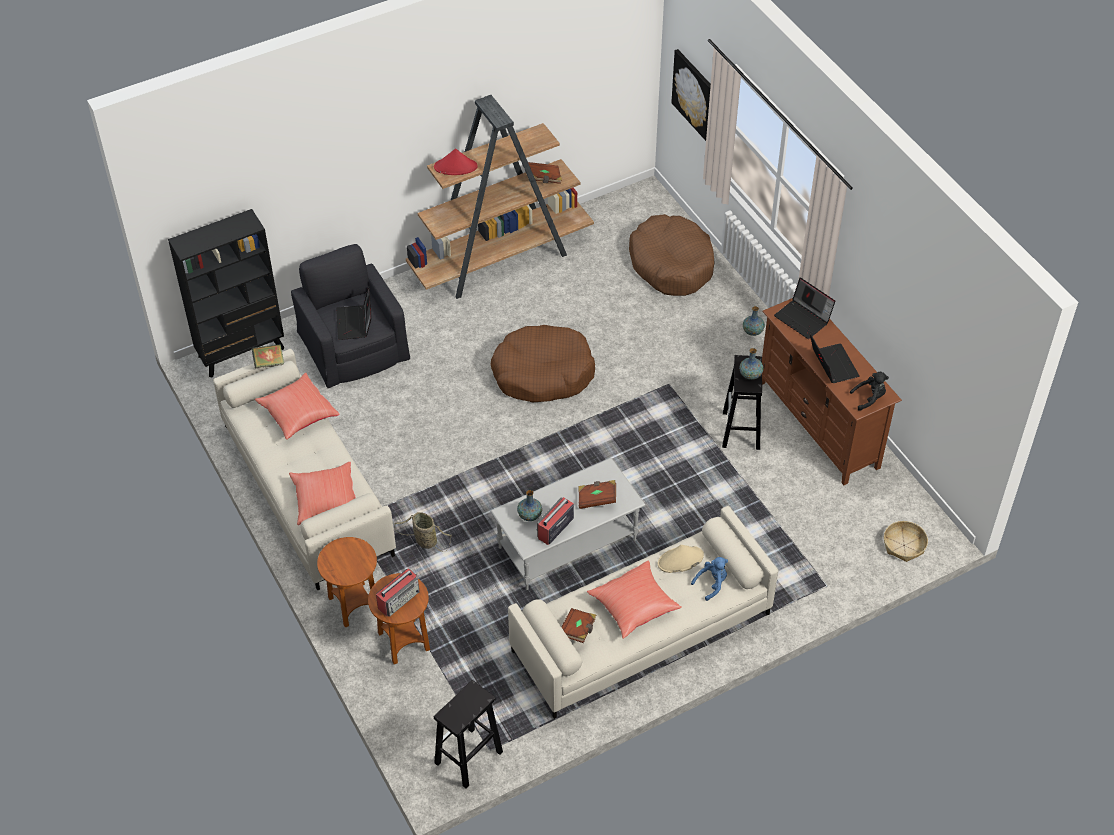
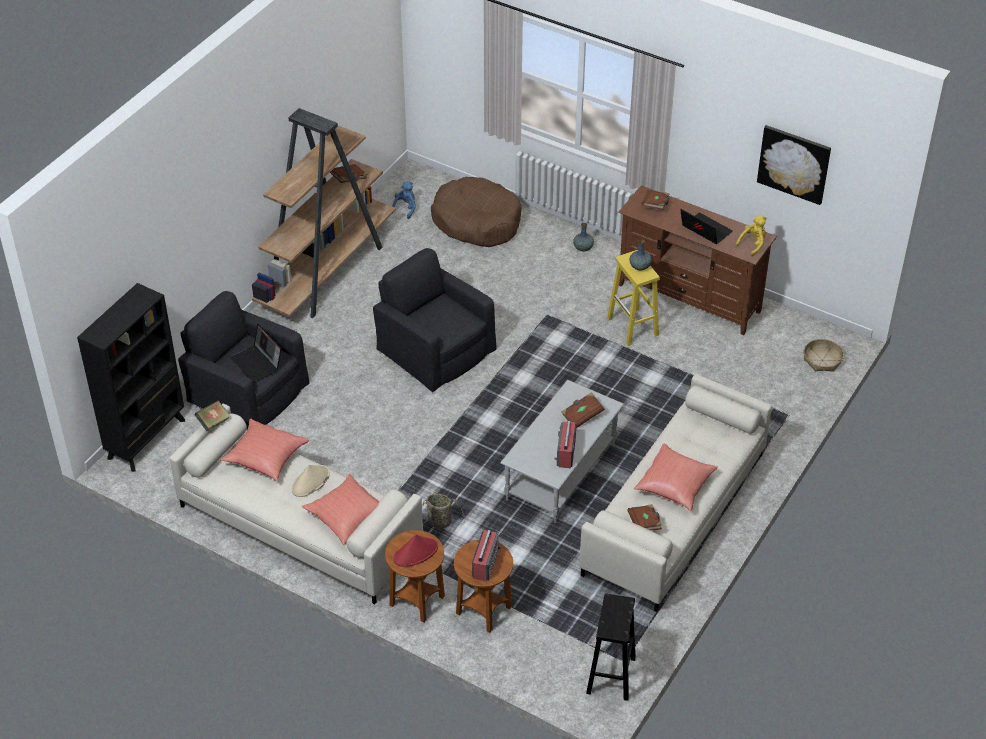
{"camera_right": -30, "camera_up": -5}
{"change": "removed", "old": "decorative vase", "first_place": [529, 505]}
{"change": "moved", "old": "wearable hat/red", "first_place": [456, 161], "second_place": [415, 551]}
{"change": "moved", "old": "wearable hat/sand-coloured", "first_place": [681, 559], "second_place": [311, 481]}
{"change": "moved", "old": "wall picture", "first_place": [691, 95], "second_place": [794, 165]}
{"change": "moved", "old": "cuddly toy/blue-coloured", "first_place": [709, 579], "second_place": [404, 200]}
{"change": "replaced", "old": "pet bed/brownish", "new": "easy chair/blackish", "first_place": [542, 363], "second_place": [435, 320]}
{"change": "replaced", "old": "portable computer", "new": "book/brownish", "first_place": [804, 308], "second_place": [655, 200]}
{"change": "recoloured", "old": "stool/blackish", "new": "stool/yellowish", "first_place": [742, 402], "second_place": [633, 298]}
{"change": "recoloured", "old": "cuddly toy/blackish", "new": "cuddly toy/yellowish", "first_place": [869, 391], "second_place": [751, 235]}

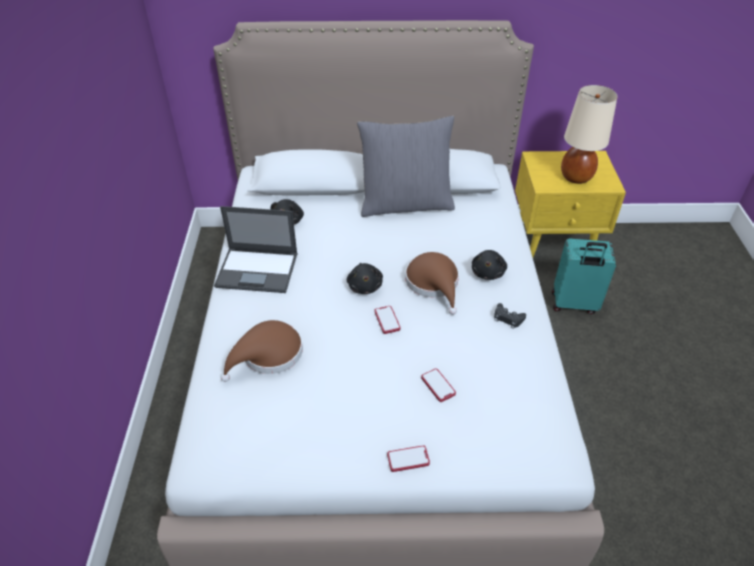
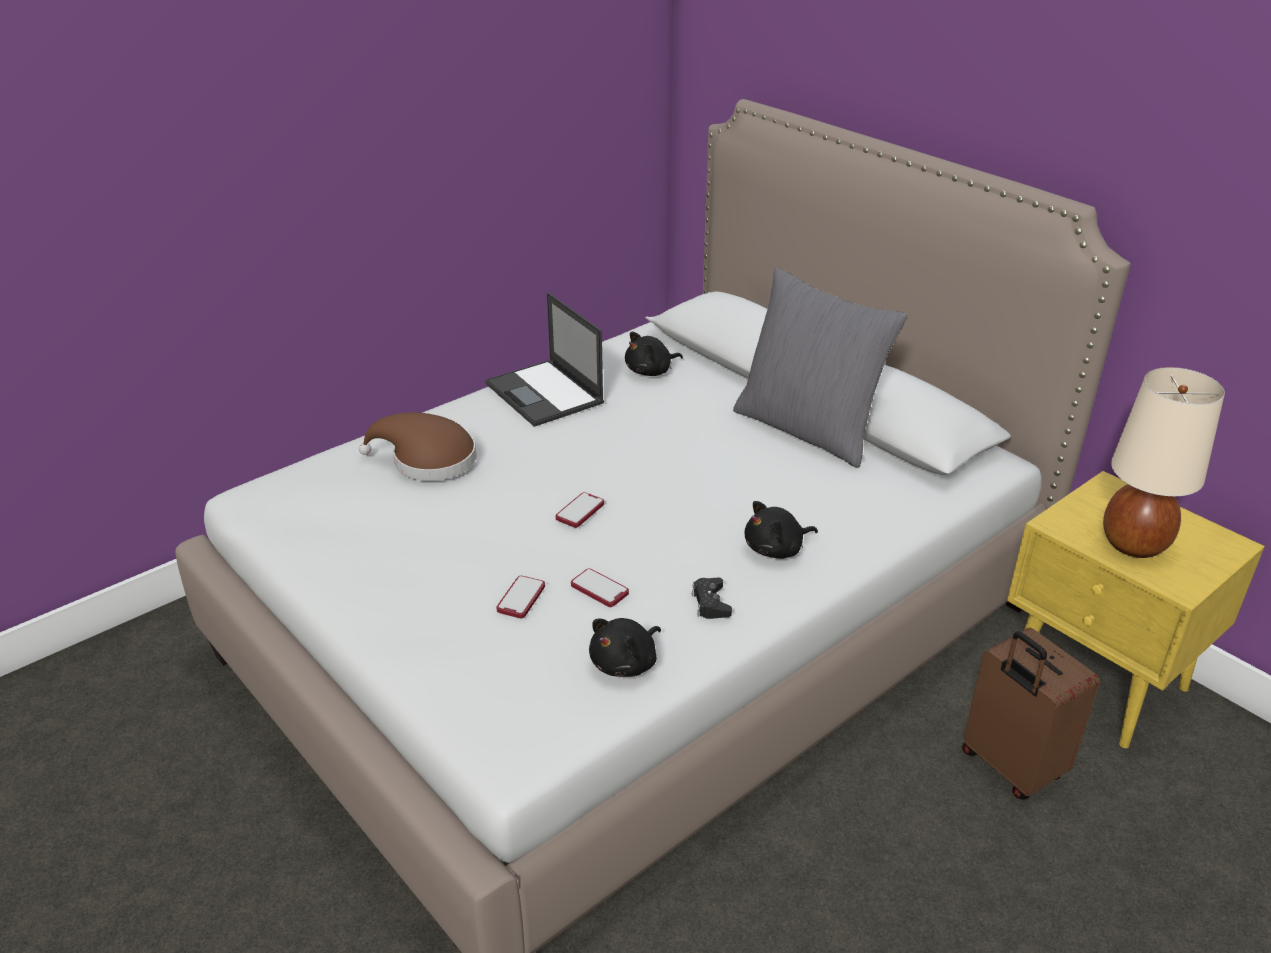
{"camera_right": 50, "camera_up": -10}
{"change": "removed", "old": "wearable hat/brownish", "first_place": [432, 283]}
{"change": "moved", "old": "cuddly toy/blackish", "first_place": [365, 278], "second_place": [625, 647]}
{"change": "moved", "old": "phone", "first_place": [408, 458], "second_place": [600, 587]}
{"change": "recoloured", "old": "travel case/turquoise-coloured", "new": "travel case/brownish", "first_place": [584, 276], "second_place": [1031, 714]}

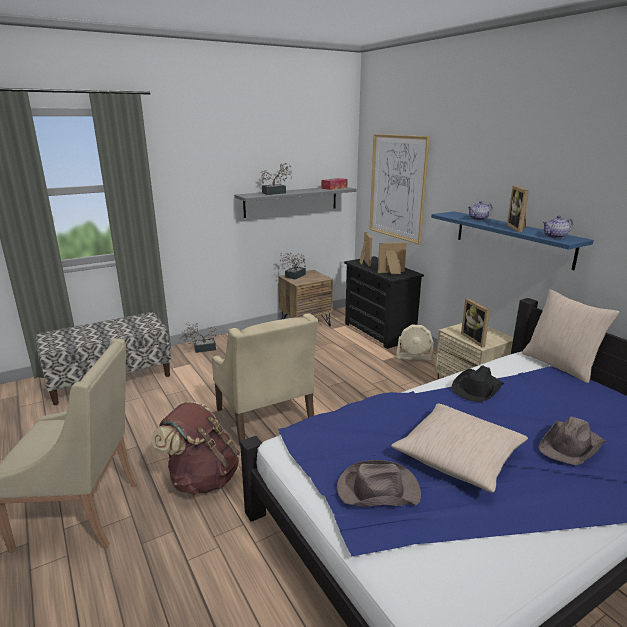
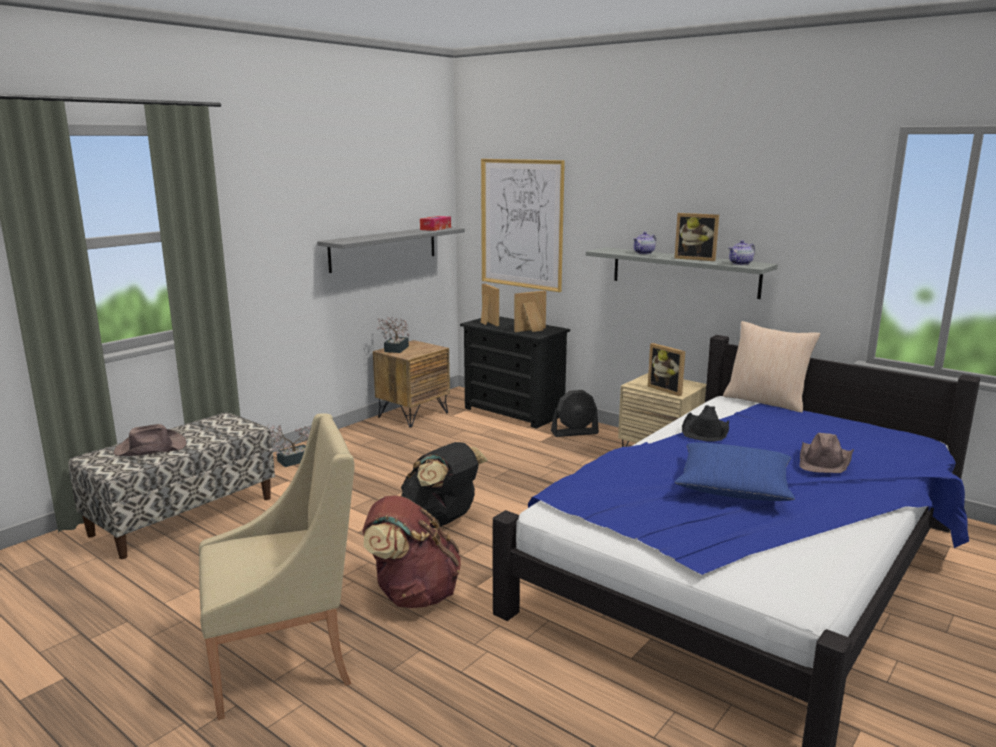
{"camera_right": -20, "camera_up": -5}
{"change": "removed", "old": "potted plant", "first_place": [275, 179]}
{"change": "moved", "old": "wearable hat/brownish", "first_place": [379, 483], "second_place": [150, 440]}
{"change": "replaced", "old": "easy chair/sand-coloured", "new": "backpack/blackish", "first_place": [265, 379], "second_place": [444, 485]}
{"change": "recoloured", "old": "pillow/sand-coloured", "new": "pillow/blue-coloured", "first_place": [459, 448], "second_place": [735, 471]}
{"change": "recoloured", "old": "cooling fan/sand-coloured", "new": "cooling fan/blackish", "first_place": [414, 343], "second_place": [575, 413]}
{"change": "recoloured", "old": "wall shelf/blue-coloured", "new": "wall shelf/greyish", "first_place": [512, 240], "second_place": [682, 273]}
{"change": "turned", "old": "photo frame", "first_place": [518, 208], "second_place": [696, 237], "degrees": -45}

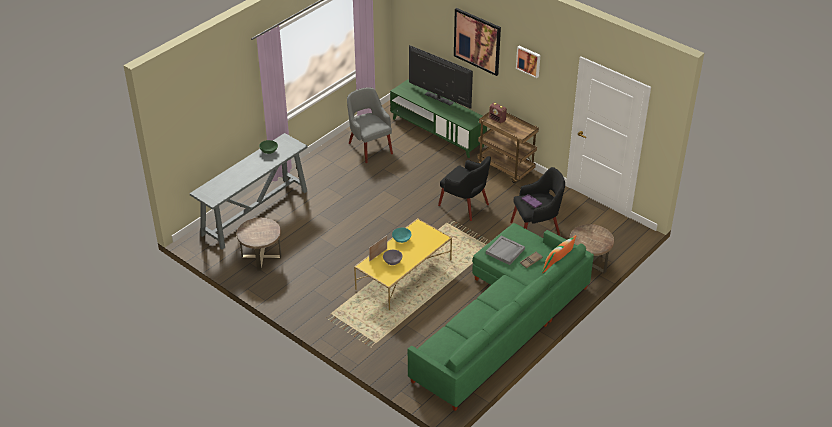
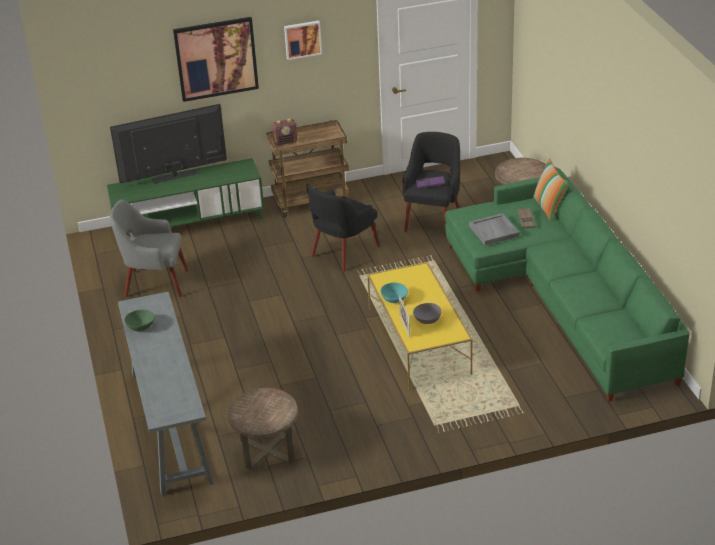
{"camera_right": -55, "camera_up": -5}
{"change": "turned", "old": "easy chair/blackish", "first_place": [464, 188], "second_place": [343, 228], "degrees": 150}

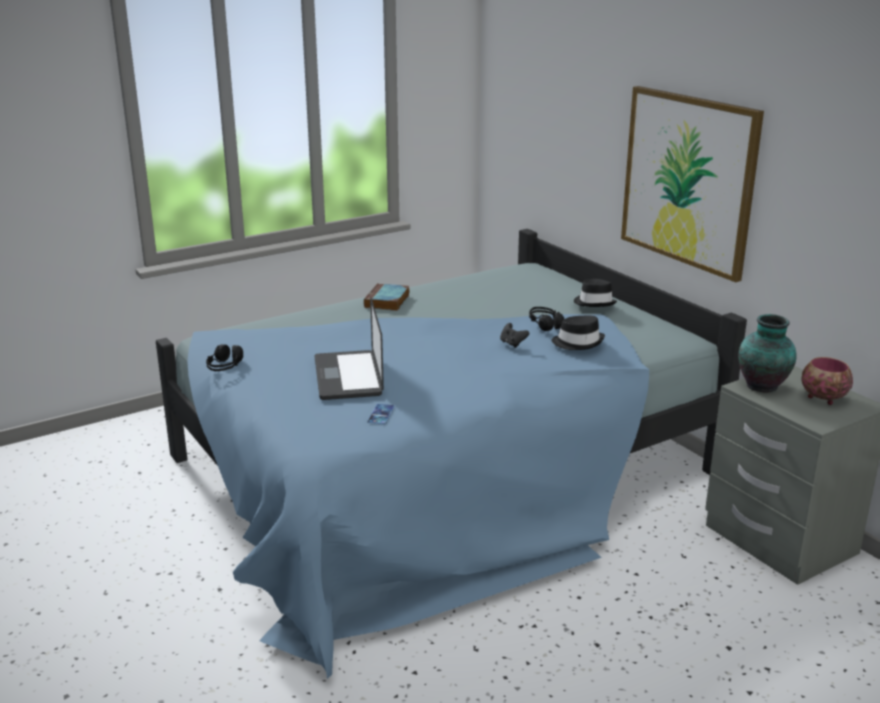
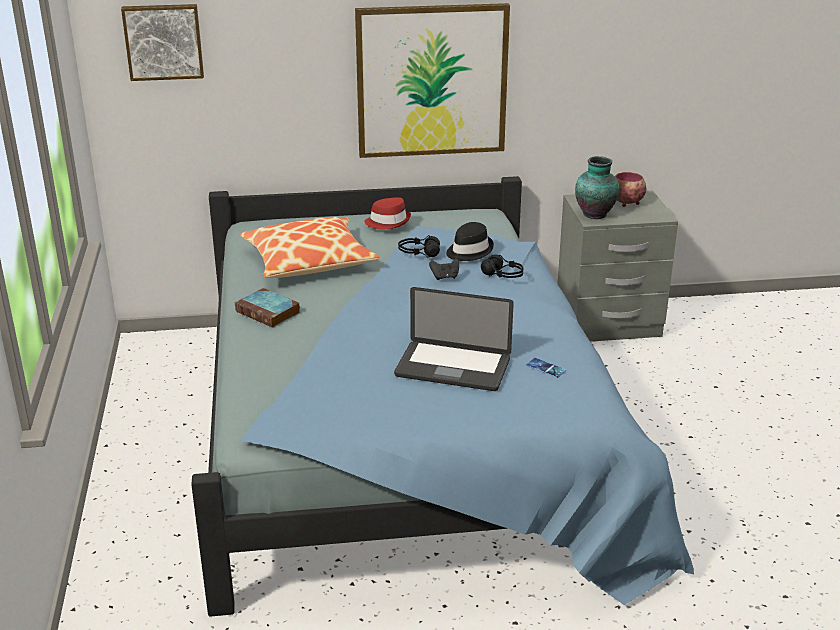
{"camera_right": -65, "camera_up": 5}
{"change": "added", "new": "wall picture", "second_place": [162, 42]}
{"change": "added", "new": "pillow", "second_place": [310, 247]}
{"change": "moved", "old": "headphones/blackish", "first_place": [224, 357], "second_place": [502, 266]}
{"change": "recoloured", "old": "wearable hat/blackish", "new": "wearable hat/red", "first_place": [595, 293], "second_place": [387, 213]}

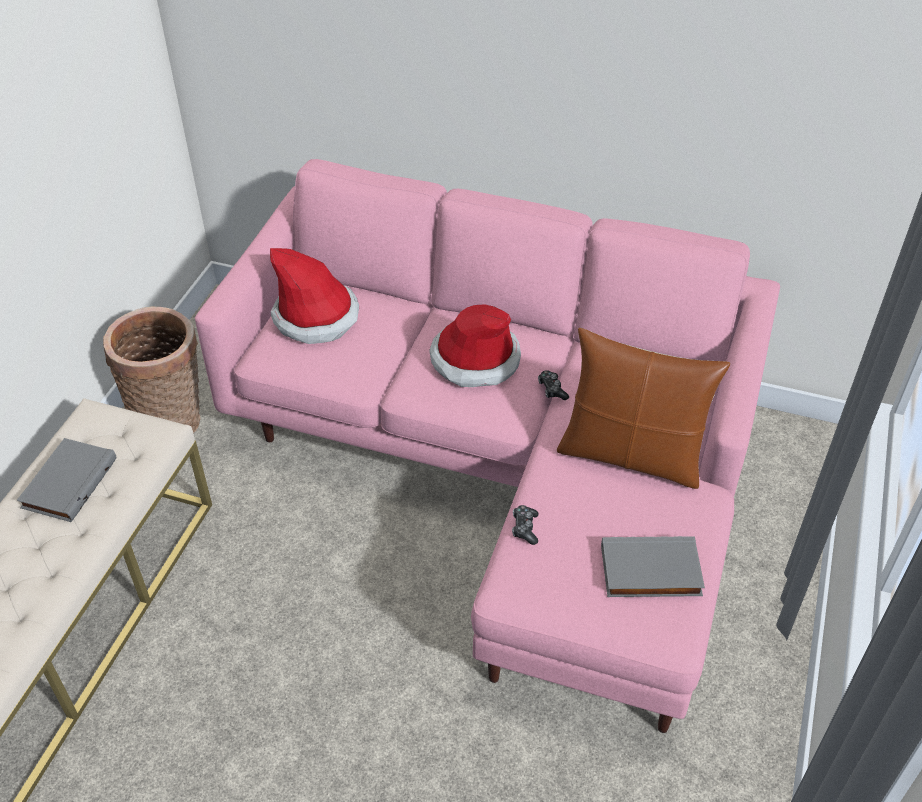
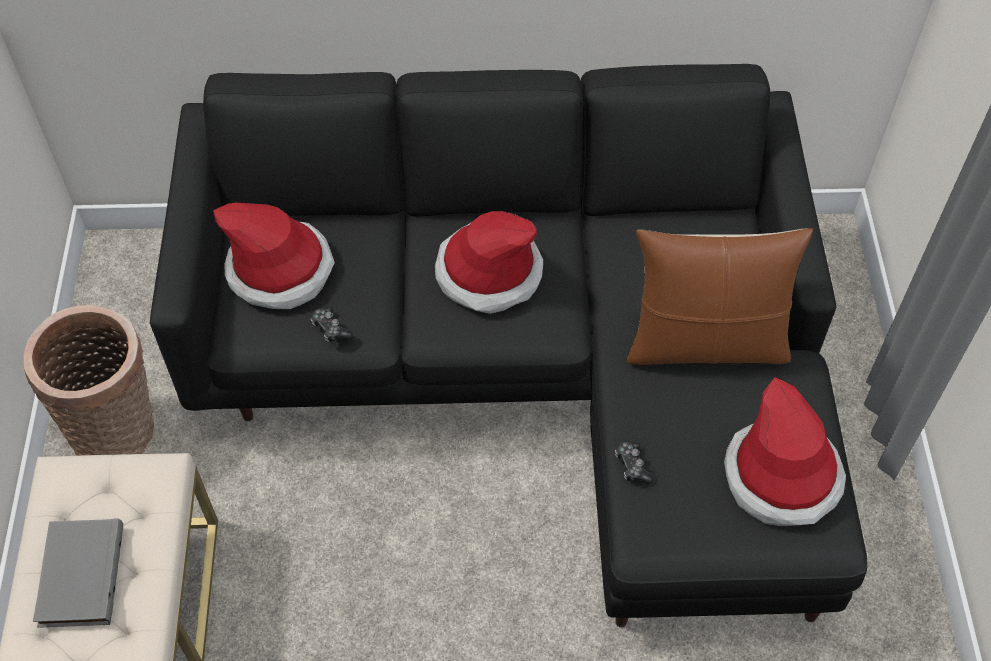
{"camera_right": -20, "camera_up": 10}
{"change": "moved", "old": "game controller", "first_place": [553, 385], "second_place": [332, 324]}
{"change": "replaced", "old": "book/greyish", "new": "wearable hat", "first_place": [653, 566], "second_place": [785, 451]}
{"change": "recoloured", "old": "sofa/pinkish", "new": "sofa/blackish", "first_place": [487, 446], "second_place": [509, 345]}

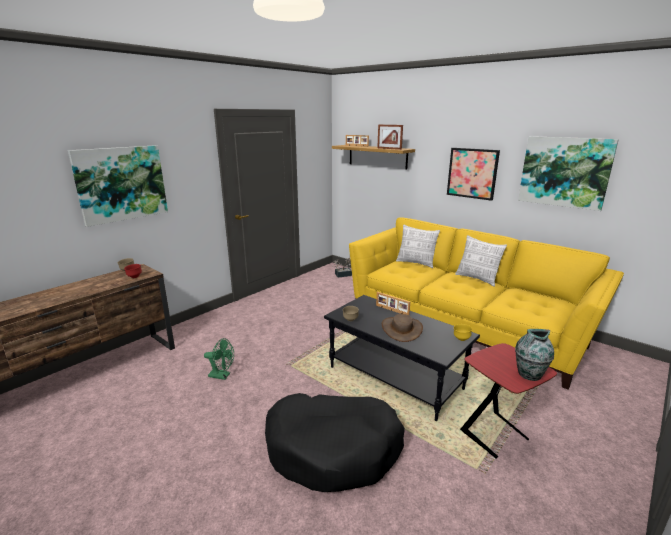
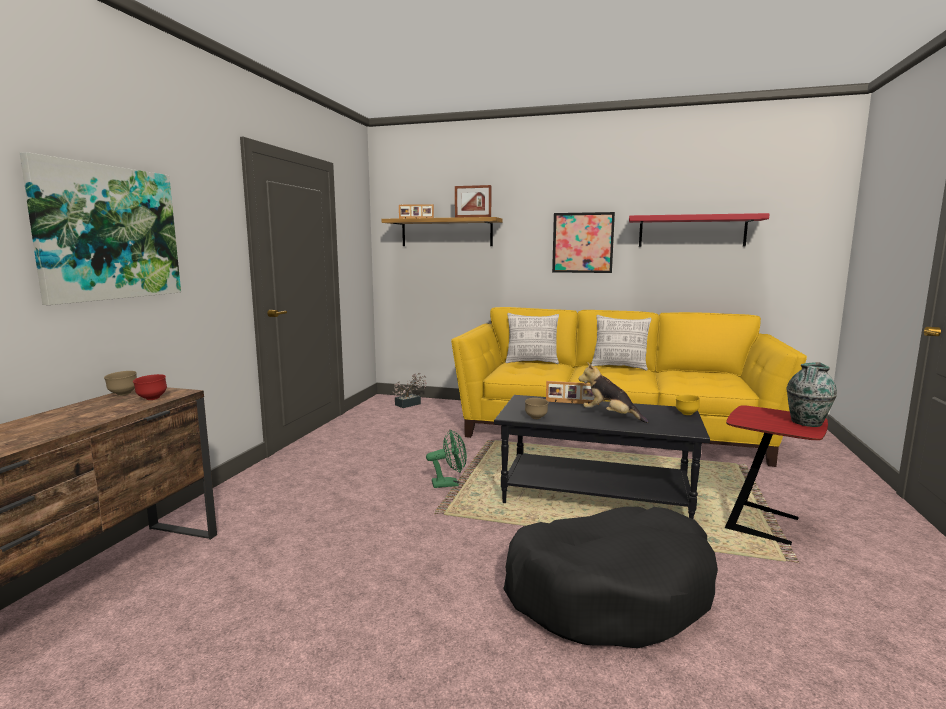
{"camera_right": -25, "camera_up": -10}
{"change": "moved", "old": "cooling fan/greenish", "first_place": [219, 359], "second_place": [446, 458]}
{"change": "replaced", "old": "wearable hat/brownish", "new": "cuddly toy", "first_place": [402, 328], "second_place": [613, 392]}
{"change": "replaced", "old": "wall picture", "new": "wall shelf/red", "first_place": [568, 173], "second_place": [699, 230]}

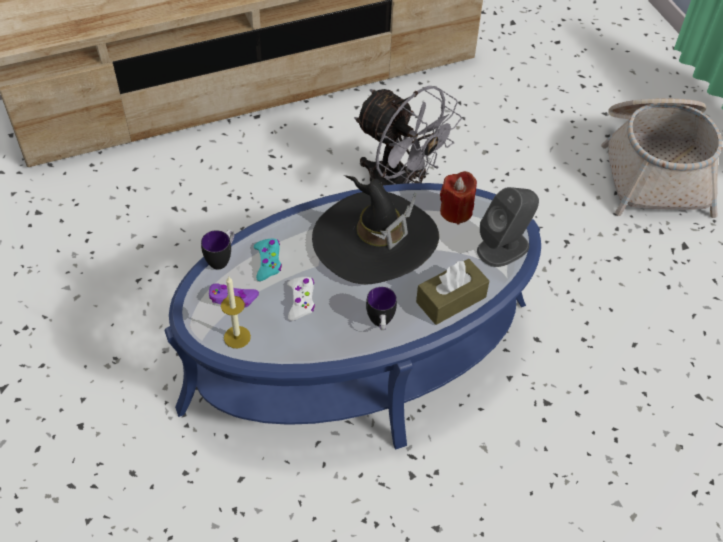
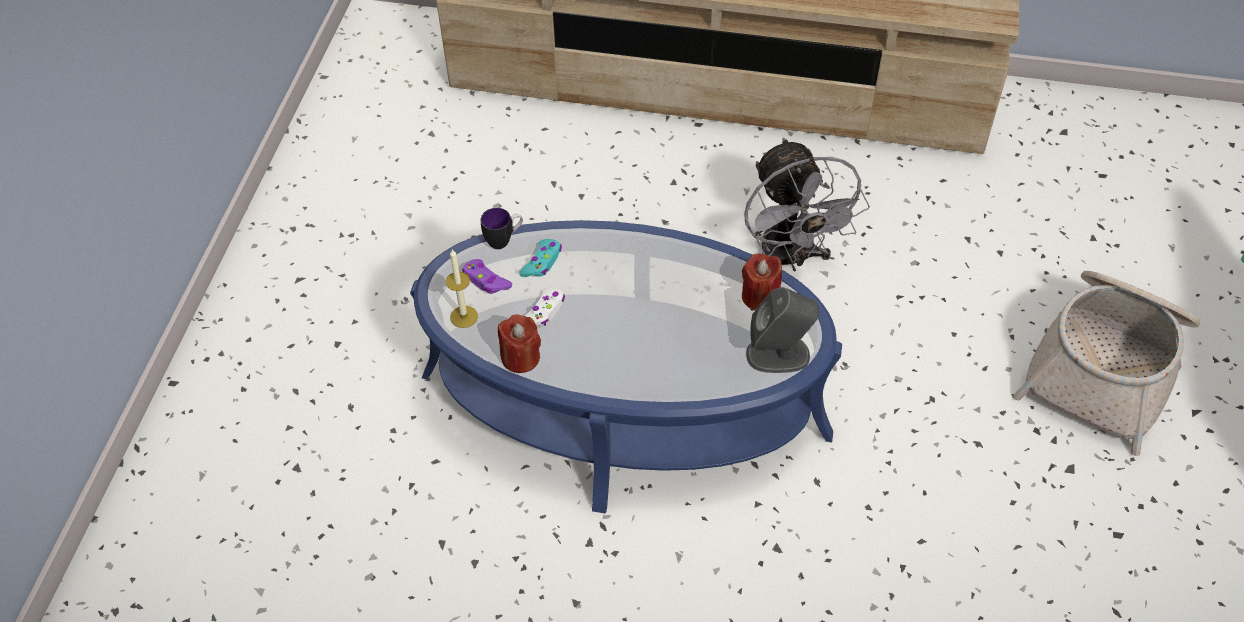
{"camera_right": 35, "camera_up": 0}
{"change": "removed", "old": "wearable hat/blackish", "first_place": [375, 229]}
{"change": "removed", "old": "coffee mug", "first_place": [381, 308]}
{"change": "removed", "old": "tissue box/brownish", "first_place": [452, 292]}
{"change": "added", "new": "wax light/red", "second_place": [519, 343]}

